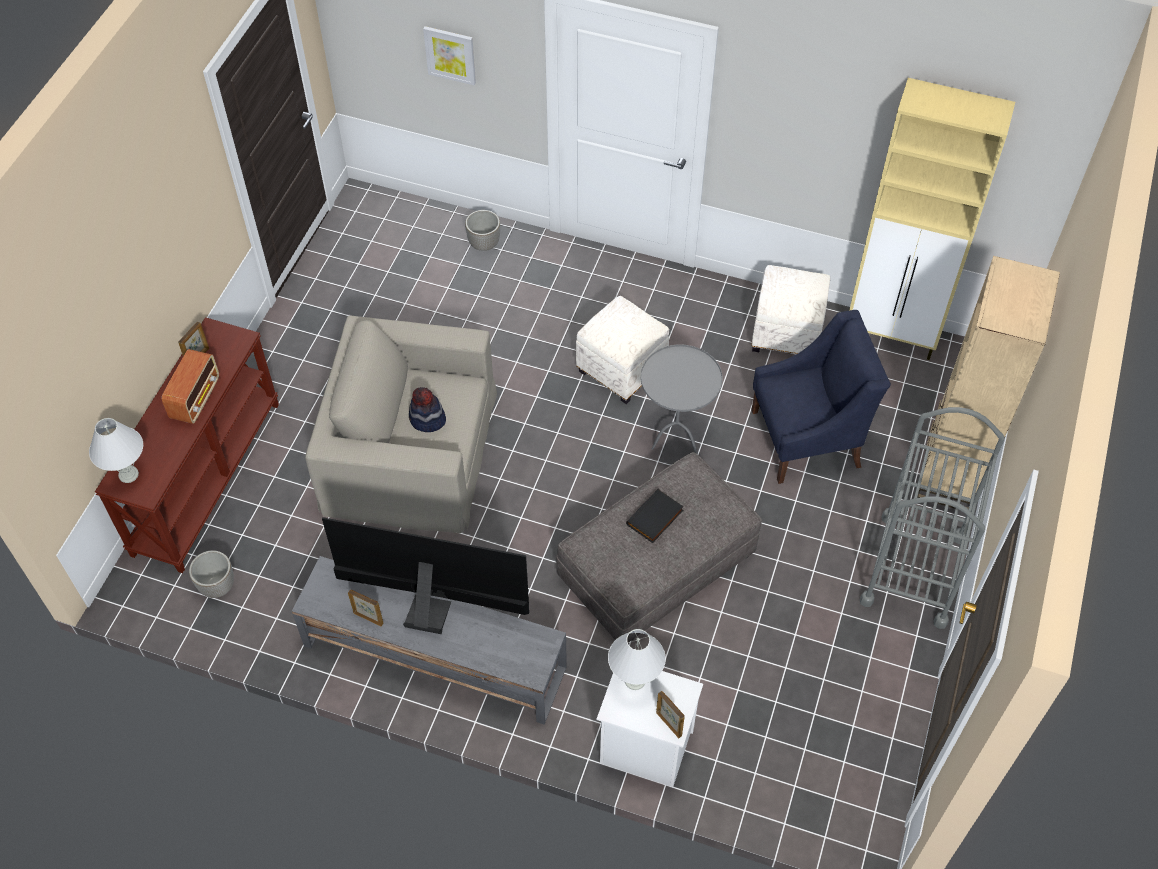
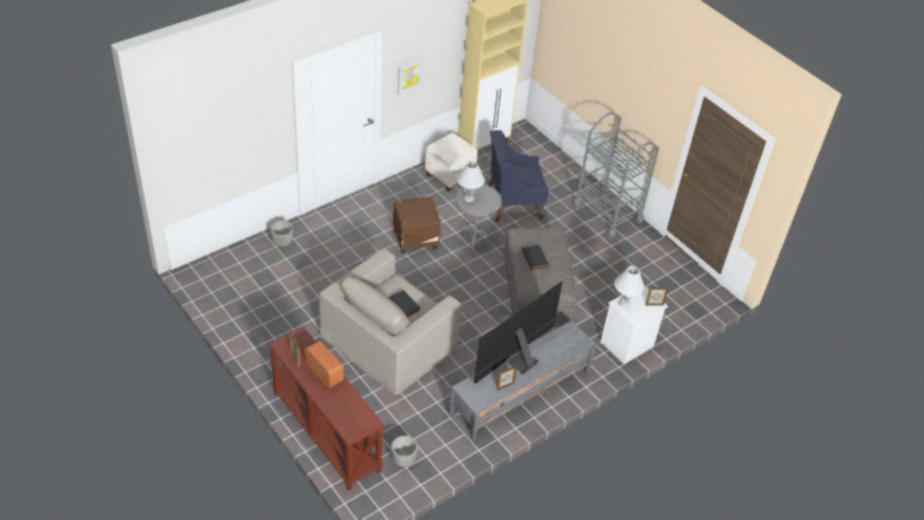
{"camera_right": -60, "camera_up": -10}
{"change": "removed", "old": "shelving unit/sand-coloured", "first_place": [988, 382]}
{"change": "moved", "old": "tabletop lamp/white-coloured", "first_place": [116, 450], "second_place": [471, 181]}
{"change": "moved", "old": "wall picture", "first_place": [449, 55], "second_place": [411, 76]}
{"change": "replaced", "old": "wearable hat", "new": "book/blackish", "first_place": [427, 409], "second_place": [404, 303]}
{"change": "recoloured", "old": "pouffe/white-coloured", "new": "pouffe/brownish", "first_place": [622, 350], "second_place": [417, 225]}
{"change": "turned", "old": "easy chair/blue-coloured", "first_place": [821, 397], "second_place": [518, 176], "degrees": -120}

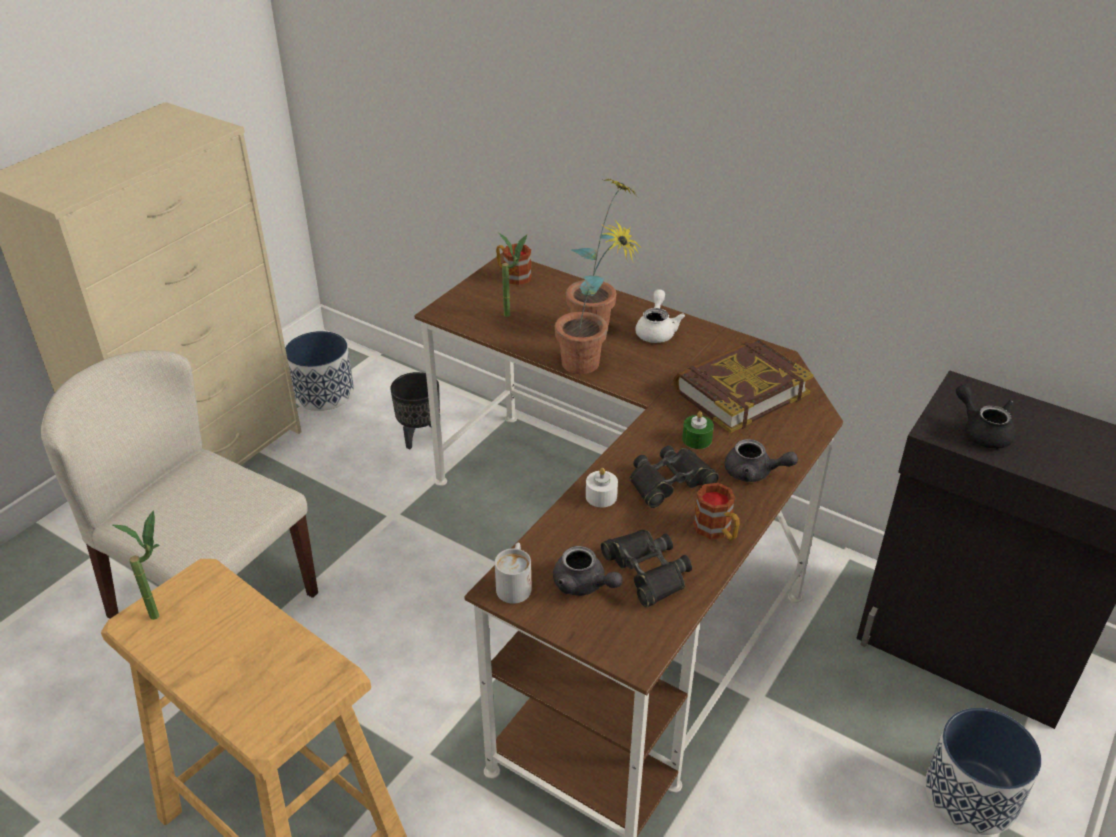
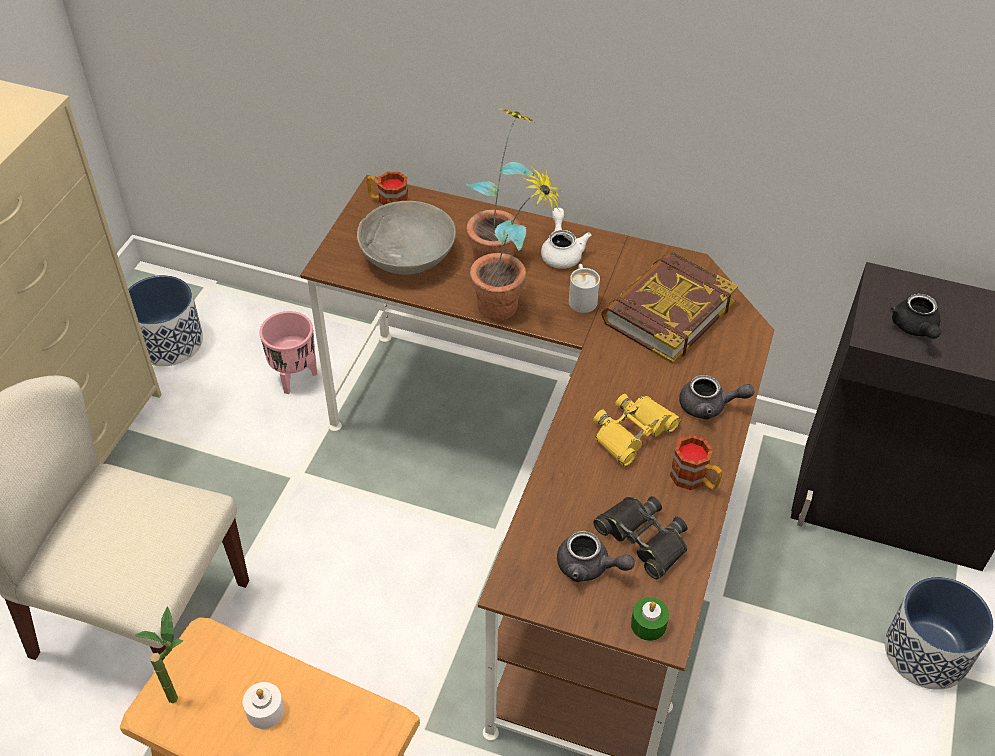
{"camera_right": -15, "camera_up": 10}
{"change": "moved", "old": "coffee mug/white-coloured", "first_place": [513, 573], "second_place": [584, 288]}
{"change": "moved", "old": "wax light/white-coloured", "first_place": [602, 487], "second_place": [263, 705]}
{"change": "moved", "old": "wax light/greenish", "first_place": [698, 430], "second_place": [650, 619]}
{"change": "replaced", "old": "potted plant", "new": "serving bowl/greyish", "first_place": [513, 275], "second_place": [406, 238]}
{"change": "recoloured", "old": "plant pot/blackish", "new": "plant pot/pinkish", "first_place": [415, 410], "second_place": [288, 352]}
{"change": "recoloured", "old": "pair of binoculars/blackish", "new": "pair of binoculars/yellowish", "first_place": [674, 476], "second_place": [637, 430]}
{"change": "turned", "old": "tea pot/blackish", "first_place": [985, 416], "second_place": [915, 316], "degrees": -135}

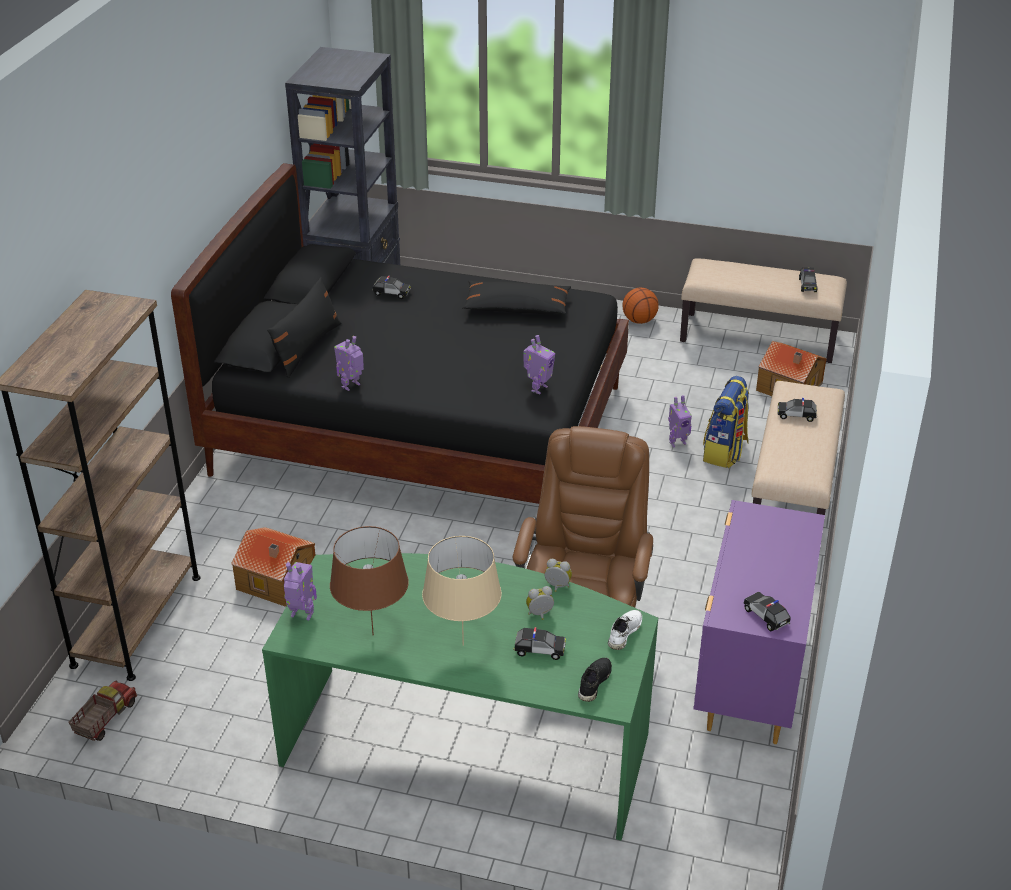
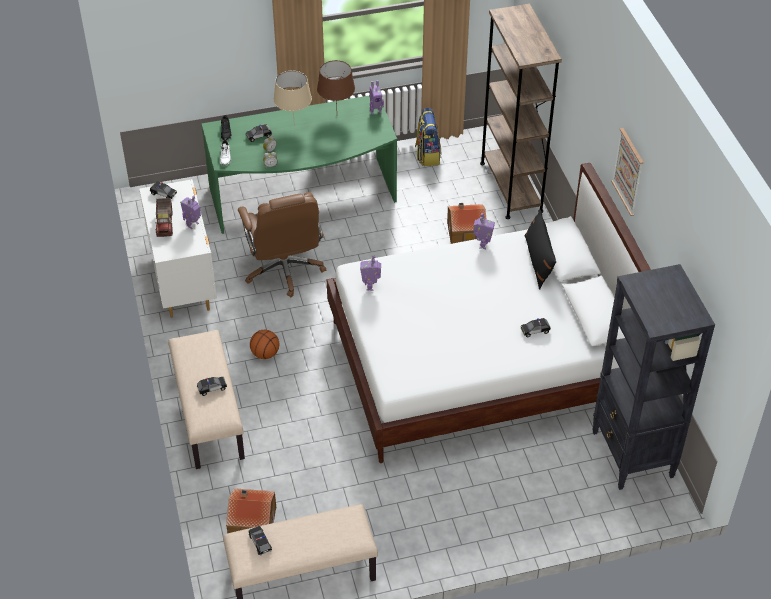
{"camera_right": 150, "camera_up": 10}
{"change": "removed", "old": "pillow/blackish", "first_place": [516, 297]}
{"change": "added", "new": "wall picture", "second_place": [627, 172]}
{"change": "moved", "old": "toy truck", "first_place": [102, 711], "second_place": [164, 217]}
{"change": "moved", "old": "ball for basketball", "first_place": [641, 306], "second_place": [264, 344]}
{"change": "moved", "old": "model robot", "first_place": [680, 421], "second_place": [190, 212]}
{"change": "moved", "old": "backpack", "first_place": [726, 422], "second_place": [428, 137]}
{"change": "recoloured", "old": "sleeping bed/blackish", "new": "sleeping bed/white-coloured", "first_place": [400, 333], "second_place": [488, 313]}
{"change": "recoloured", "old": "dresser/purple-coloured", "new": "dresser/white-coloured", "first_place": [759, 622], "second_place": [178, 248]}

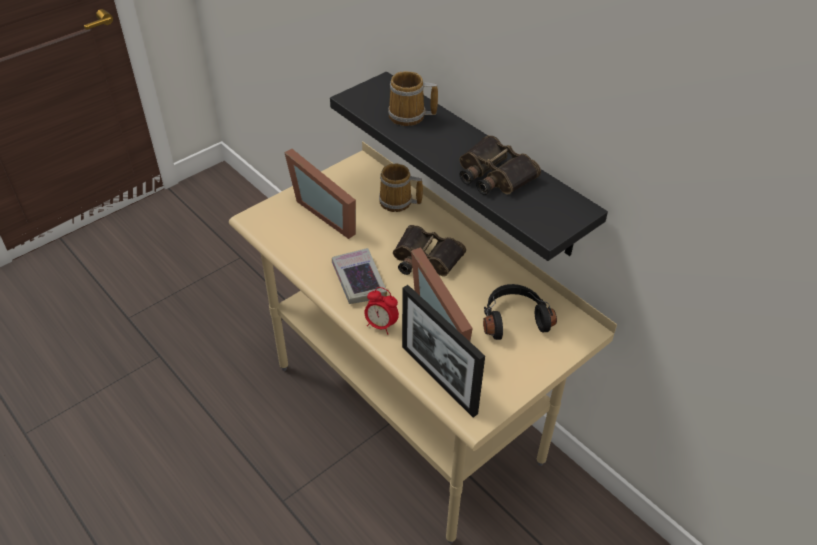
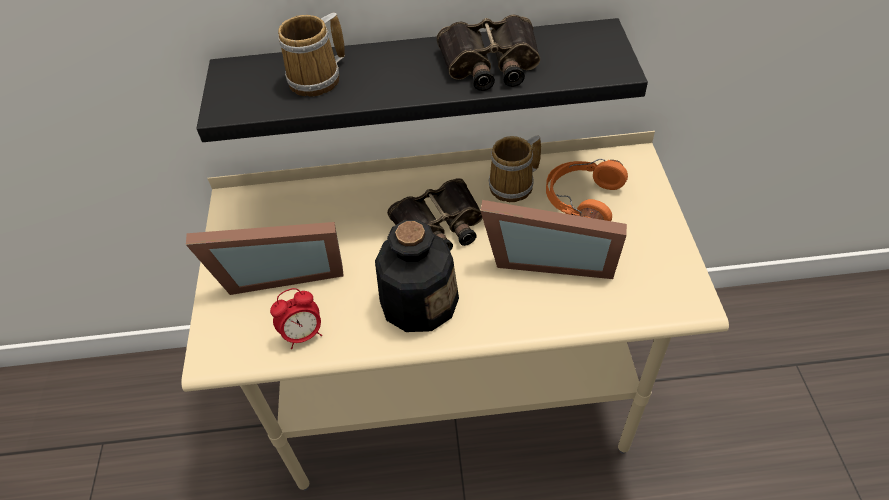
{"camera_right": -50, "camera_up": 5}
{"change": "removed", "old": "photo frame", "first_place": [443, 351]}
{"change": "moved", "old": "alarm clock", "first_place": [381, 310], "second_place": [296, 318]}
{"change": "moved", "old": "coffee mug", "first_place": [401, 187], "second_place": [514, 168]}
{"change": "replaced", "old": "book", "new": "bottle", "first_place": [359, 276], "second_place": [417, 276]}
{"change": "recoloured", "old": "headphones/blackish", "new": "headphones/orangey", "first_place": [520, 312], "second_place": [587, 190]}

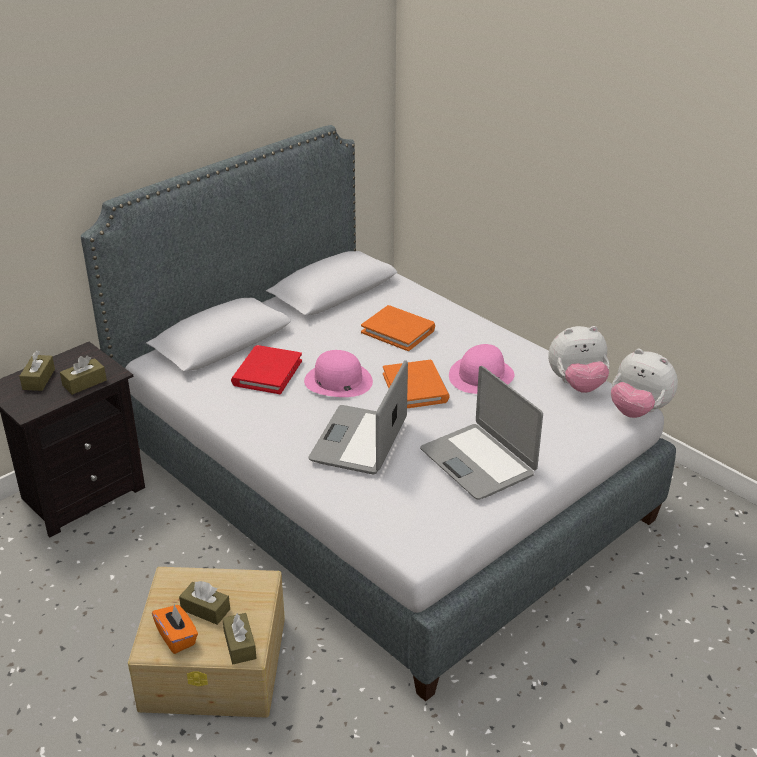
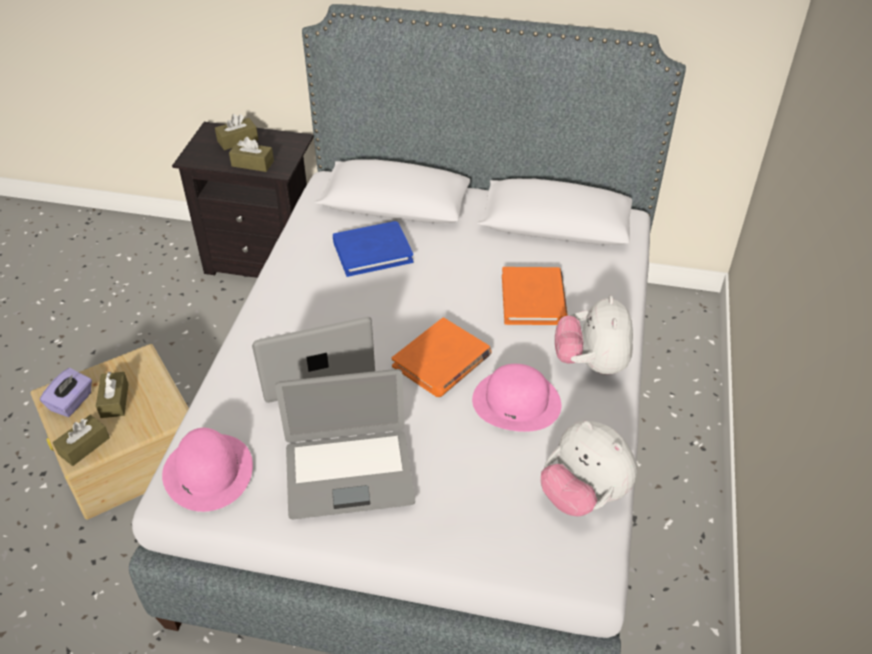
{"camera_right": 55, "camera_up": 10}
{"change": "moved", "old": "wearable hat/pinkish", "first_place": [338, 373], "second_place": [207, 470]}
{"change": "moved", "old": "cuddly toy", "first_place": [644, 383], "second_place": [594, 335]}
{"change": "recoloured", "old": "tissue box/orangey", "new": "tissue box/purple-coloured", "first_place": [175, 629], "second_place": [66, 392]}
{"change": "recoloured", "old": "book/red", "new": "book/blue-coloured", "first_place": [266, 369], "second_place": [373, 249]}
{"change": "turned", "old": "portable computer", "first_place": [481, 433], "second_place": [345, 444], "degrees": -120}

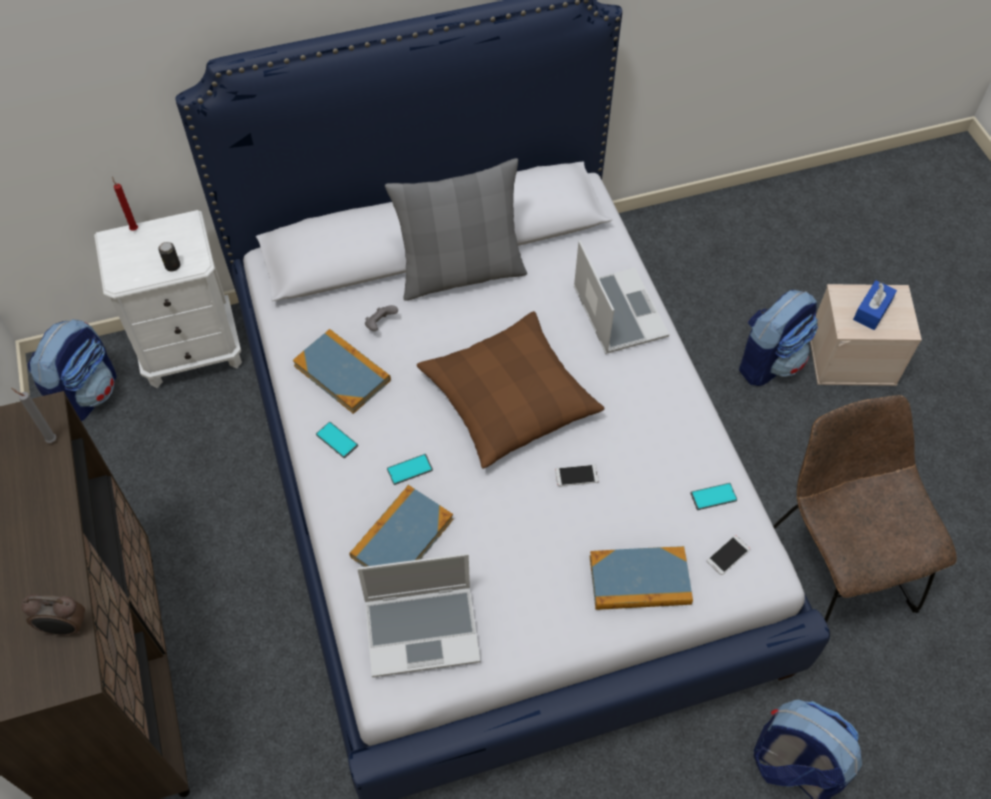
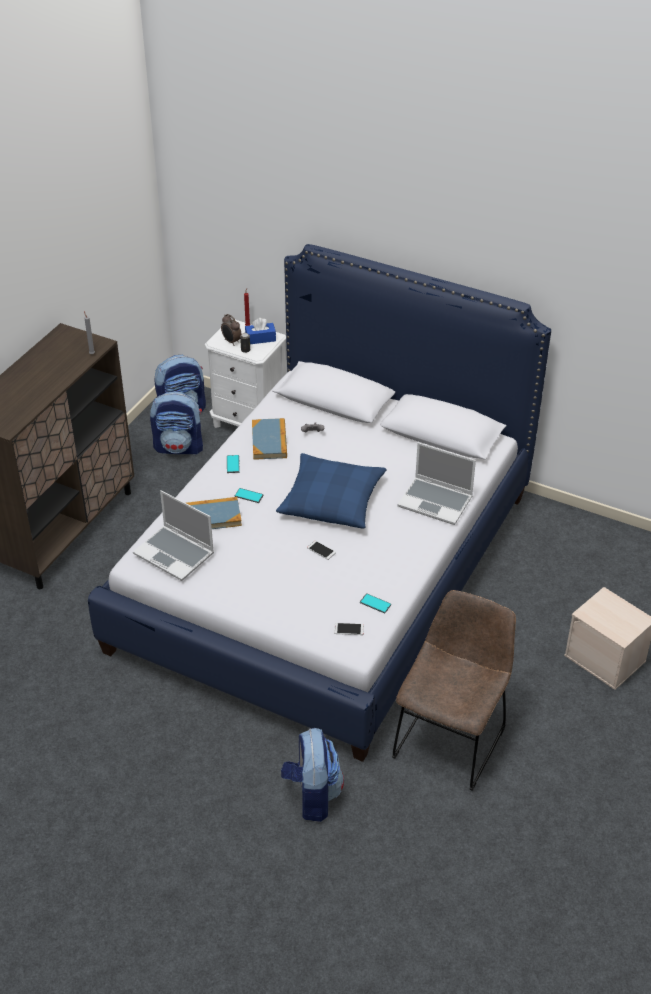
{"camera_right": 45, "camera_up": -15}
{"change": "removed", "old": "pillow/greyish", "first_place": [456, 229]}
{"change": "removed", "old": "book", "first_place": [641, 578]}
{"change": "moved", "old": "alarm clock", "first_place": [53, 614], "second_place": [231, 330]}
{"change": "moved", "old": "backpack", "first_place": [778, 338], "second_place": [176, 423]}
{"change": "moved", "old": "tissue box/blue-coloured", "first_place": [875, 305], "second_place": [260, 331]}
{"change": "recoloured", "old": "pillow/brownish", "new": "pillow/blue-coloured", "first_place": [510, 390], "second_place": [331, 490]}
{"change": "turned", "old": "portable computer", "first_place": [621, 297], "second_place": [436, 484], "degrees": 90}

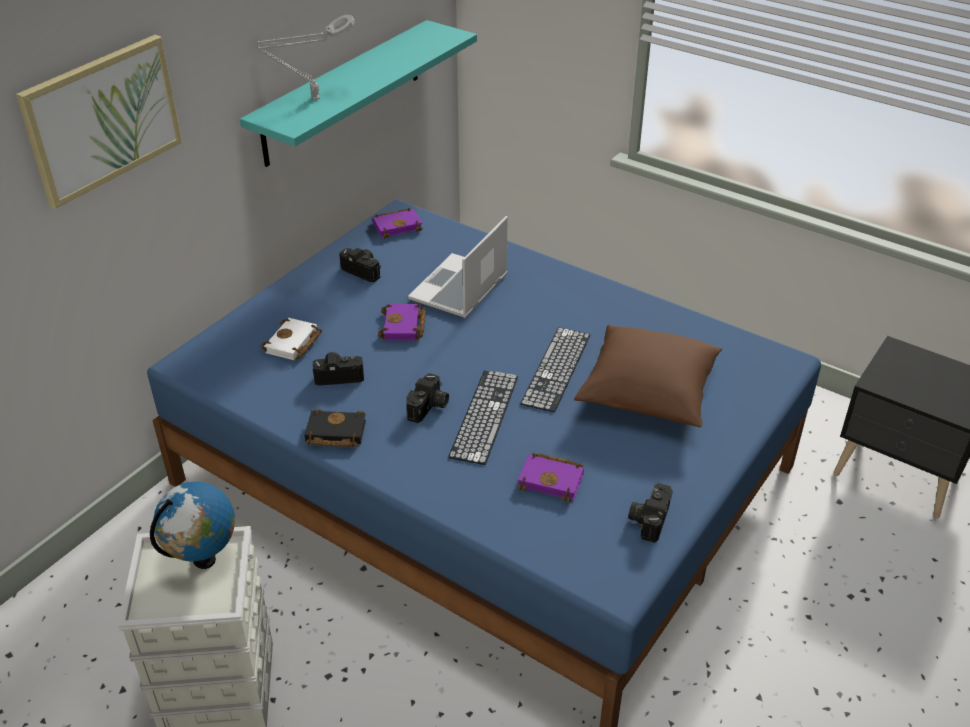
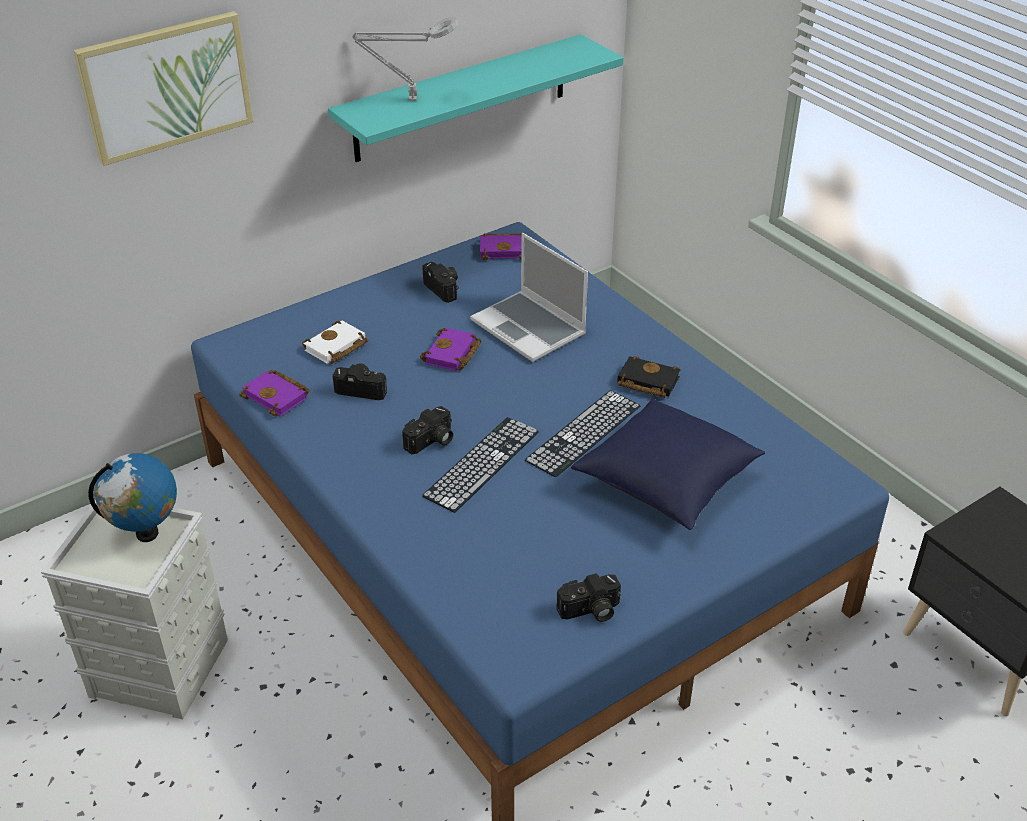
{"camera_right": 20, "camera_up": 0}
{"change": "moved", "old": "book/blackish", "first_place": [335, 428], "second_place": [648, 377]}
{"change": "moved", "old": "book/purple-coloured", "first_place": [550, 477], "second_place": [274, 393]}
{"change": "recoloured", "old": "pillow/brownish", "new": "pillow/blue-coloured", "first_place": [648, 376], "second_place": [668, 464]}
{"change": "turned", "old": "portable computer", "first_place": [458, 267], "second_place": [529, 297], "degrees": -90}
{"change": "turned", "old": "photo camera", "first_place": [650, 513], "second_place": [589, 597], "degrees": -150}

